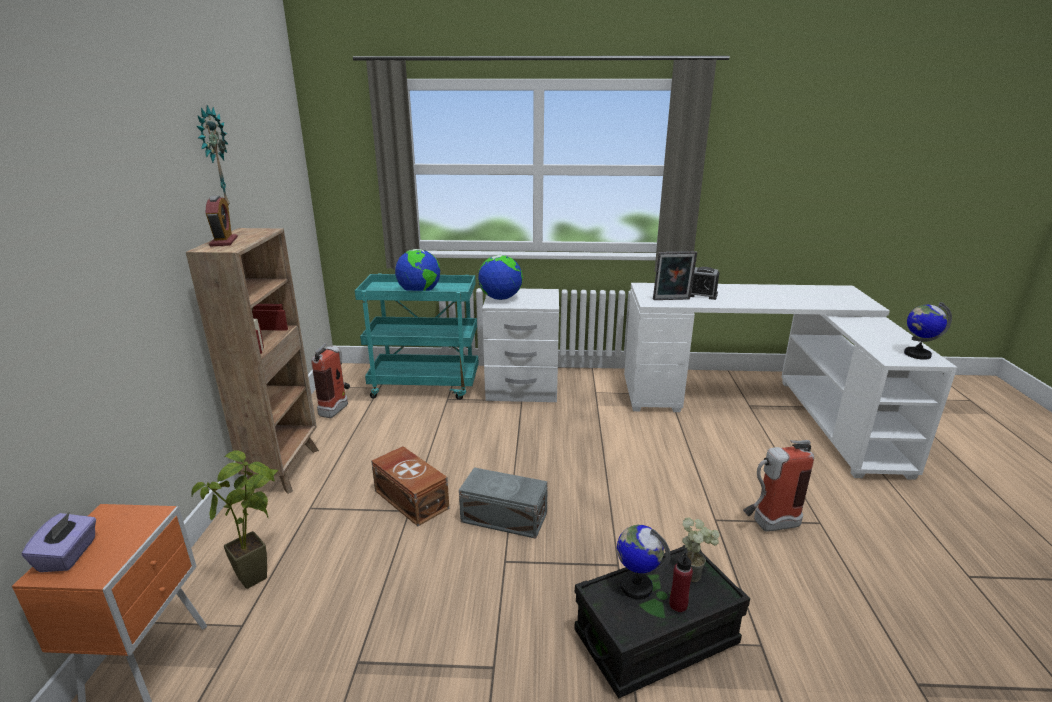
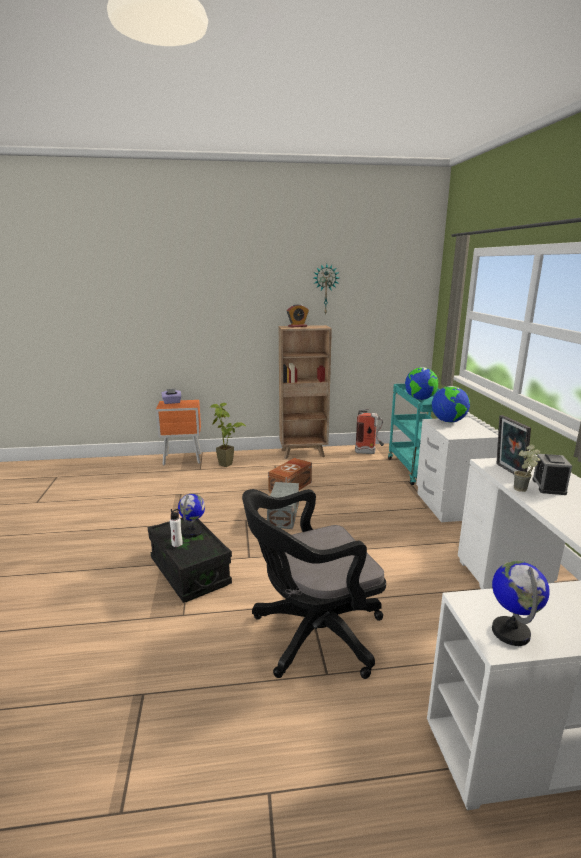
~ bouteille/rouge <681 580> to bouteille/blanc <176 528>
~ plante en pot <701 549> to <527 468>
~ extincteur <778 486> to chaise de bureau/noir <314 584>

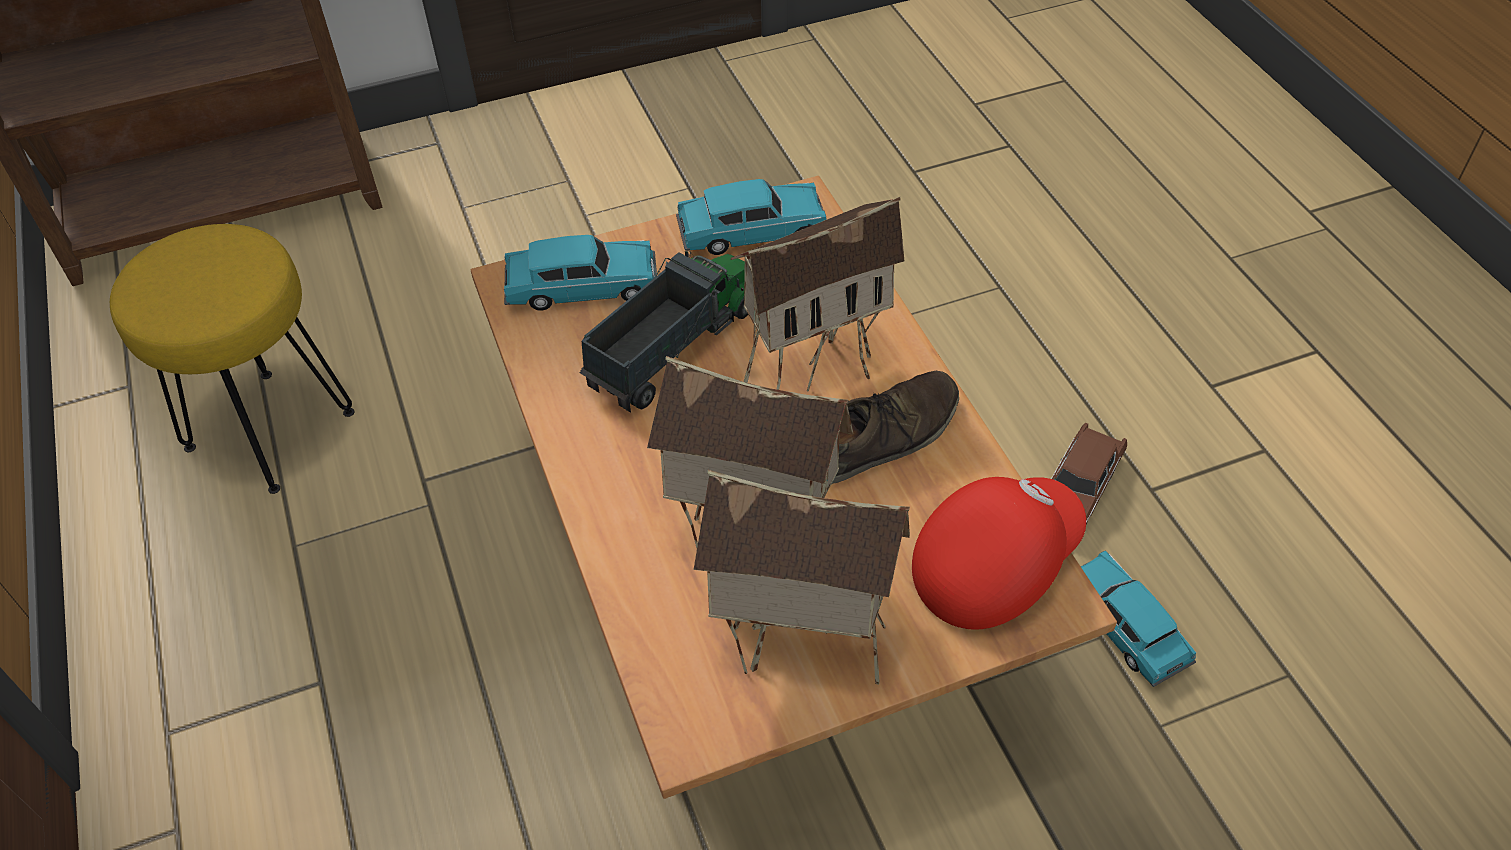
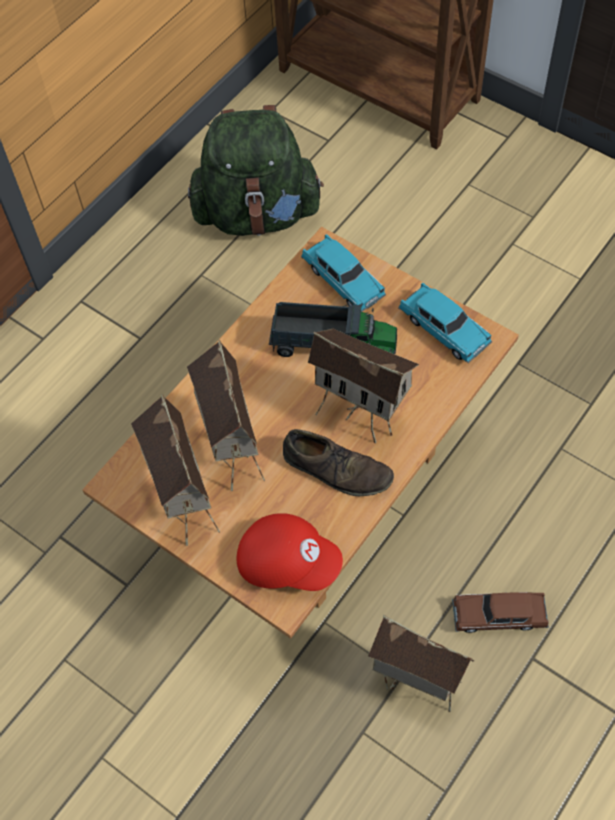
~ tabouret/jaune <232 359> to sac à dos/vert <256 170>
~ petite voiture/turquoise <1138 619> to maison miniature <421 663>

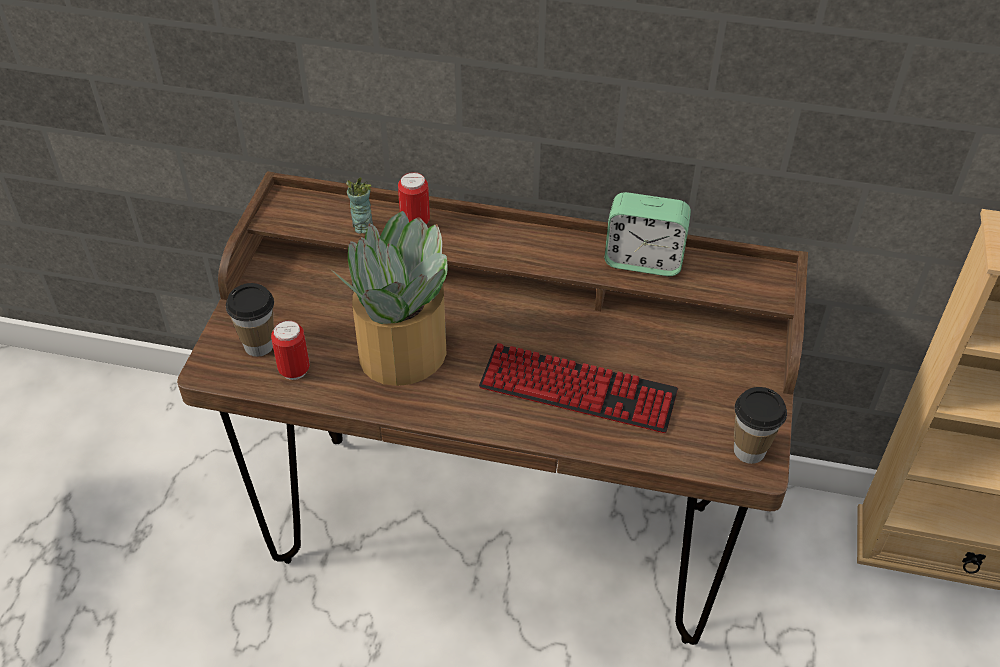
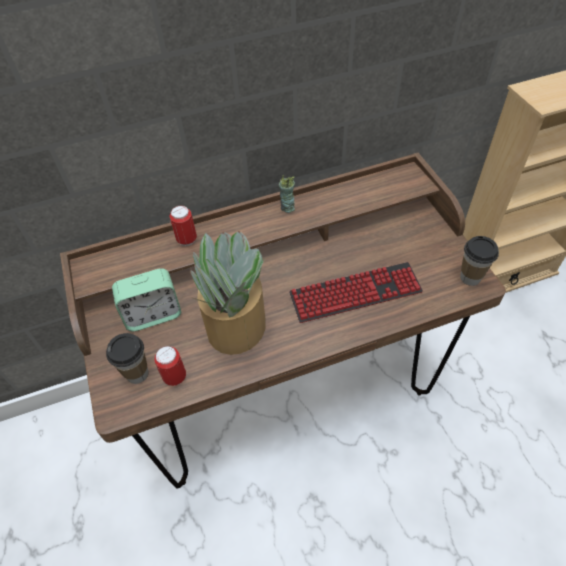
~ tasse <359 205> to <287 194>
~ réveil <648 234> to <146 299>

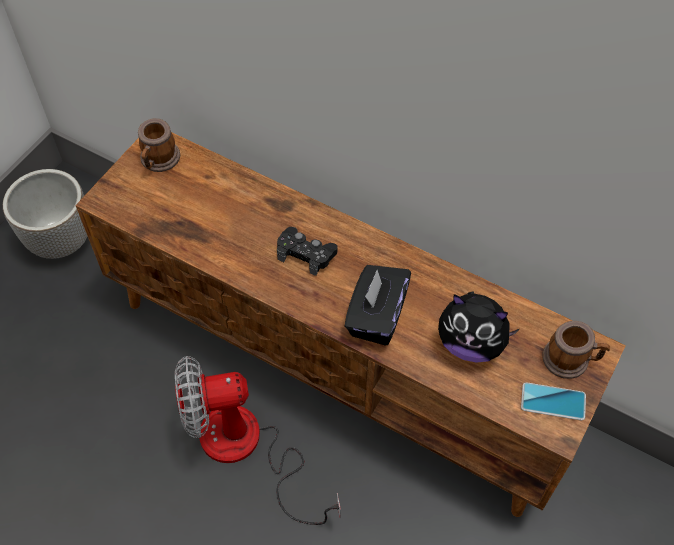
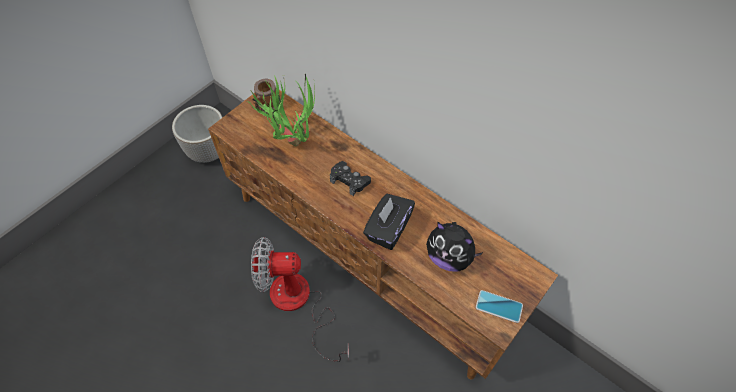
- mug <576 350>
+ plante en pot <281 110>

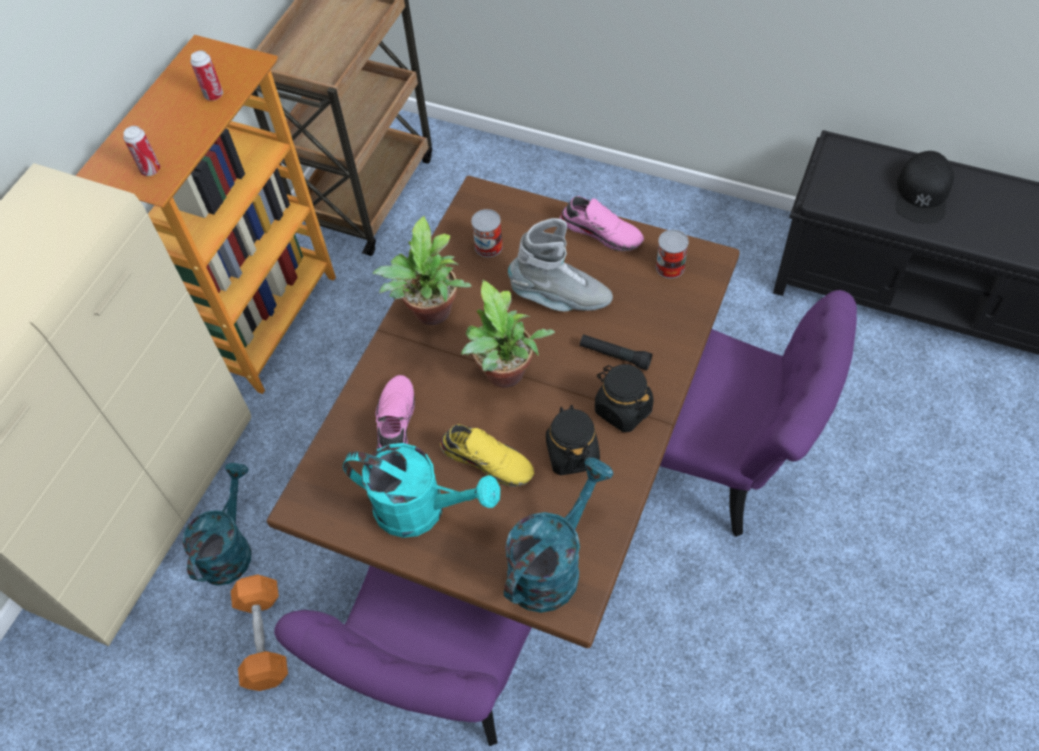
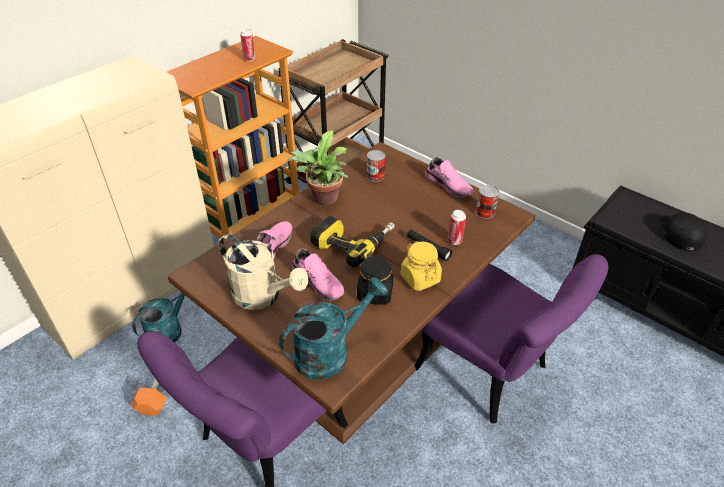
~ boîte métallique <141 151> to <457 227>
~ arrosoir/turquoise <421 490> to arrosoir/beige <263 272>
~ chaussure/jaune <487 455> to chaussure/rose <318 274>
~ plante en pot <508 334> to perceuse <352 241>
- botte/gris <560 265>
~ bocal/noir <624 398> to bocal/jaune <421 266>
~ casquette/noir <924 187> = <683 232> 150 degrees clockwise

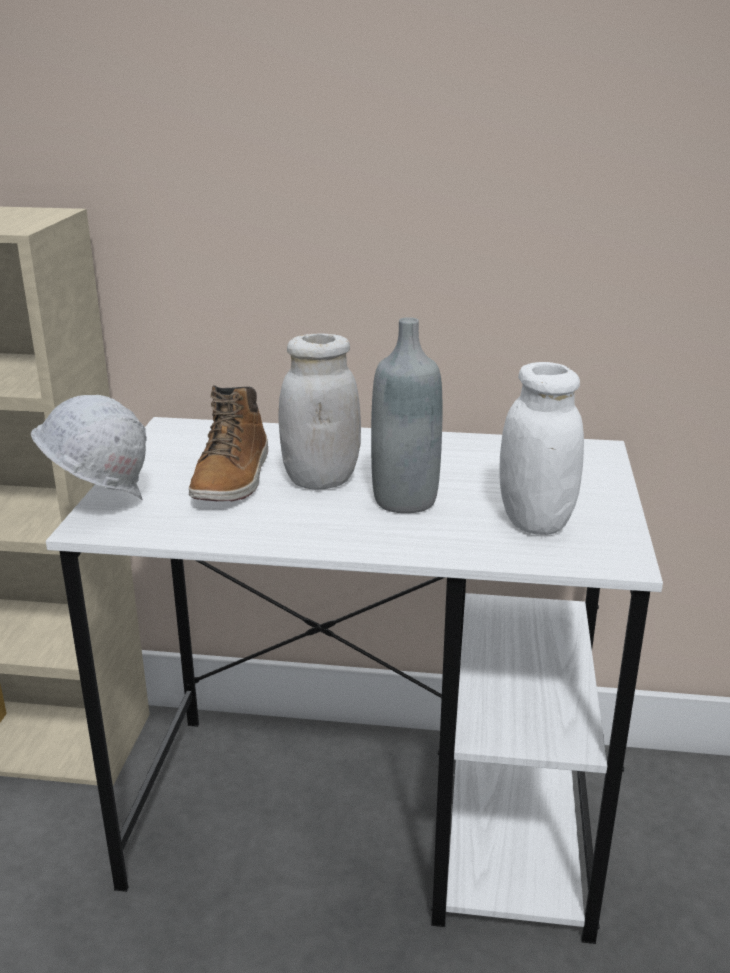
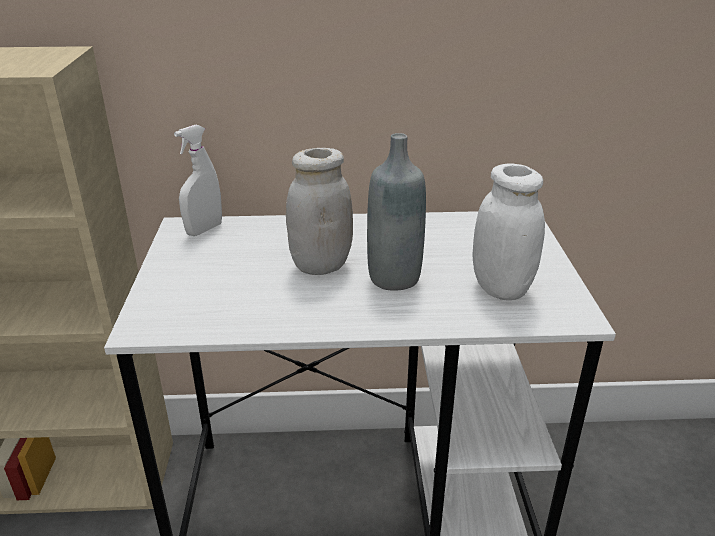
- casque de chantier/blanc <89 447>
- botte <228 443>
+ vaporisateur/blanc <198 180>

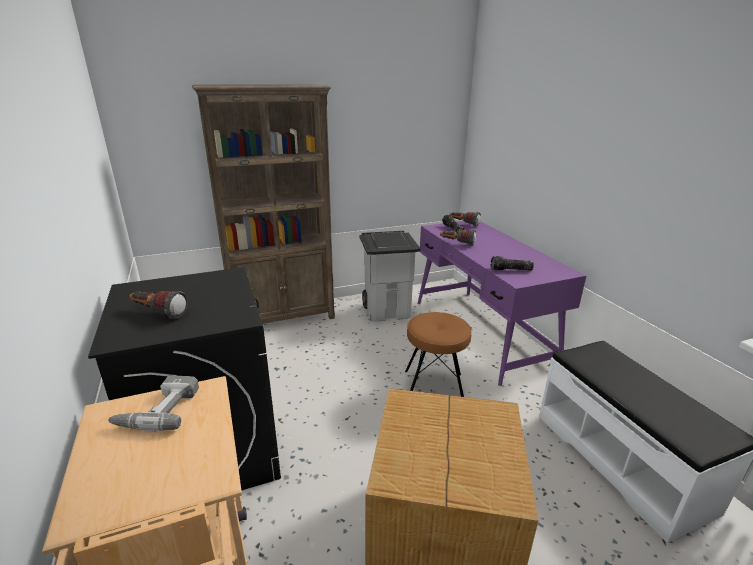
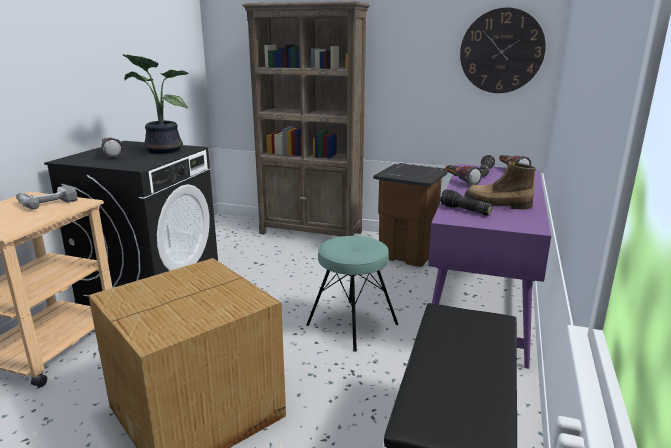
~ poubelle/gris <390 276> to poubelle/marron <410 215>
~ tabouret/marron <438 354> to tabouret/turquoise <352 294>
+ plante en pot <156 104>
+ horloge murale <503 50>
+ botte <500 185>

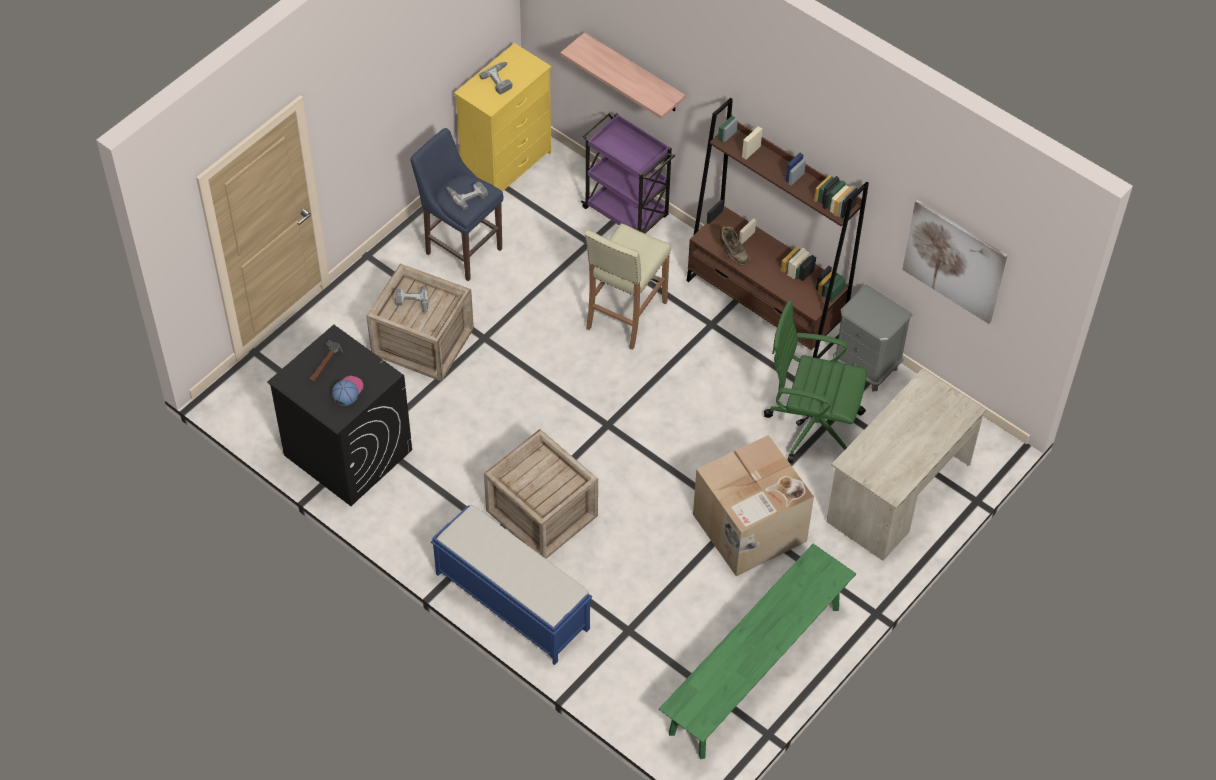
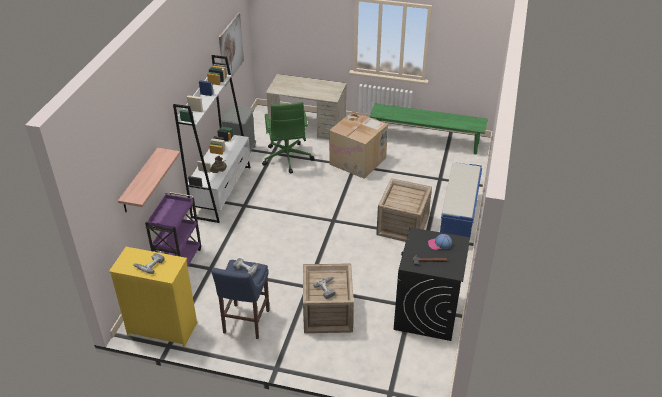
- tabouret/beige <628 286>
~ bibliothèque/marron <777 228> to bibliothèque/blanc <211 139>

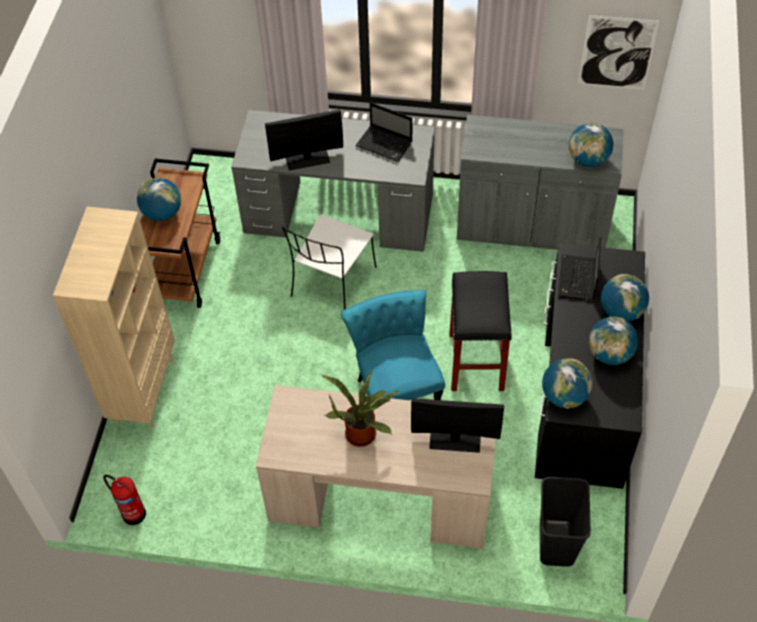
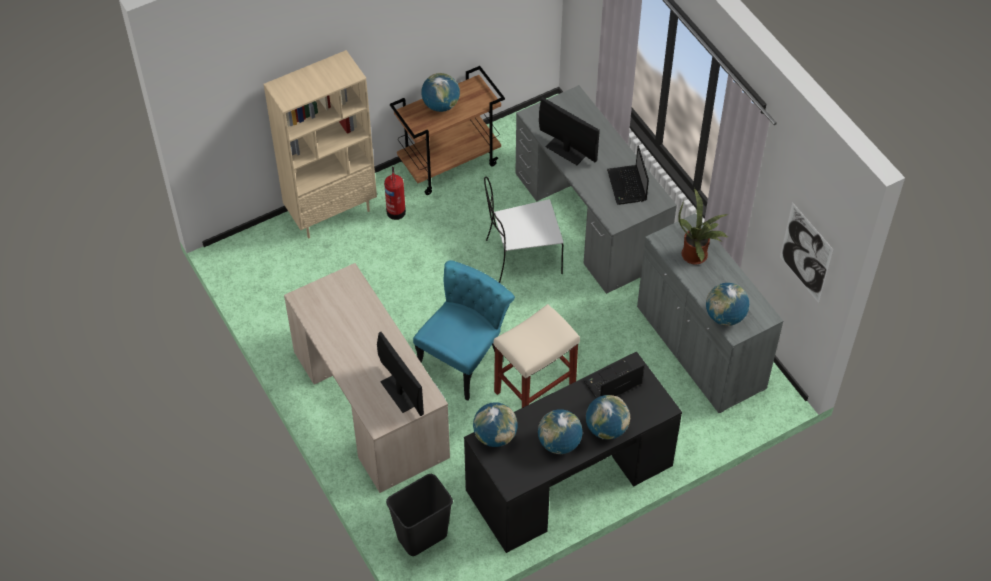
~ extincteur <124 500> to <395 193>
~ plante en pot <360 409> to <703 226>
~ tabouret/noir <480 331> to tabouret/beige <536 356>

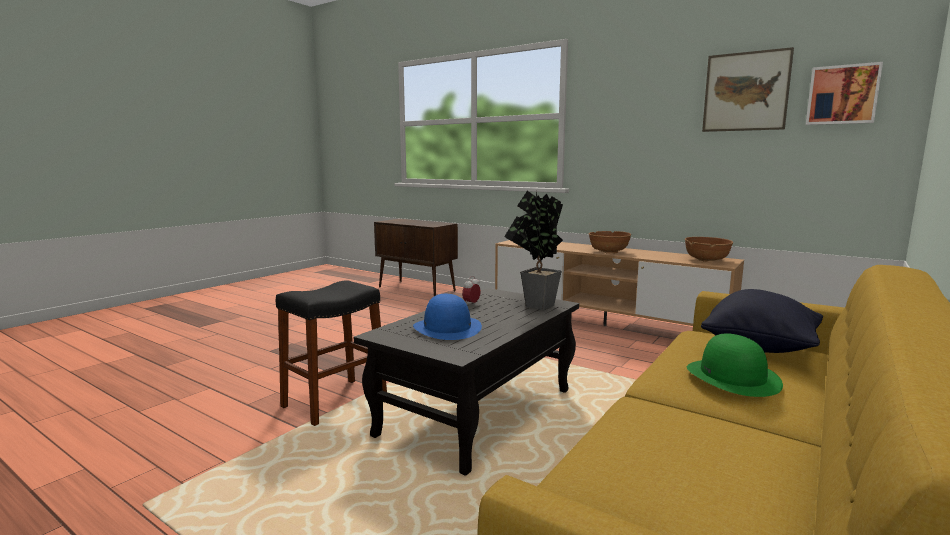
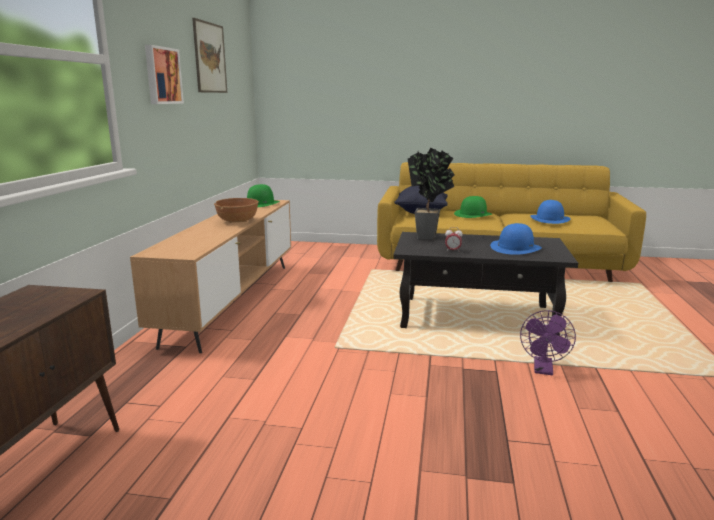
~ tabouret/noir <331 353> to ventilateur/violet <548 342>
~ bol/marron <709 249> to chapeau/vert <263 195>
~ tableau <844 93> to <164 74>
+ chapeau/bleu <550 212>

